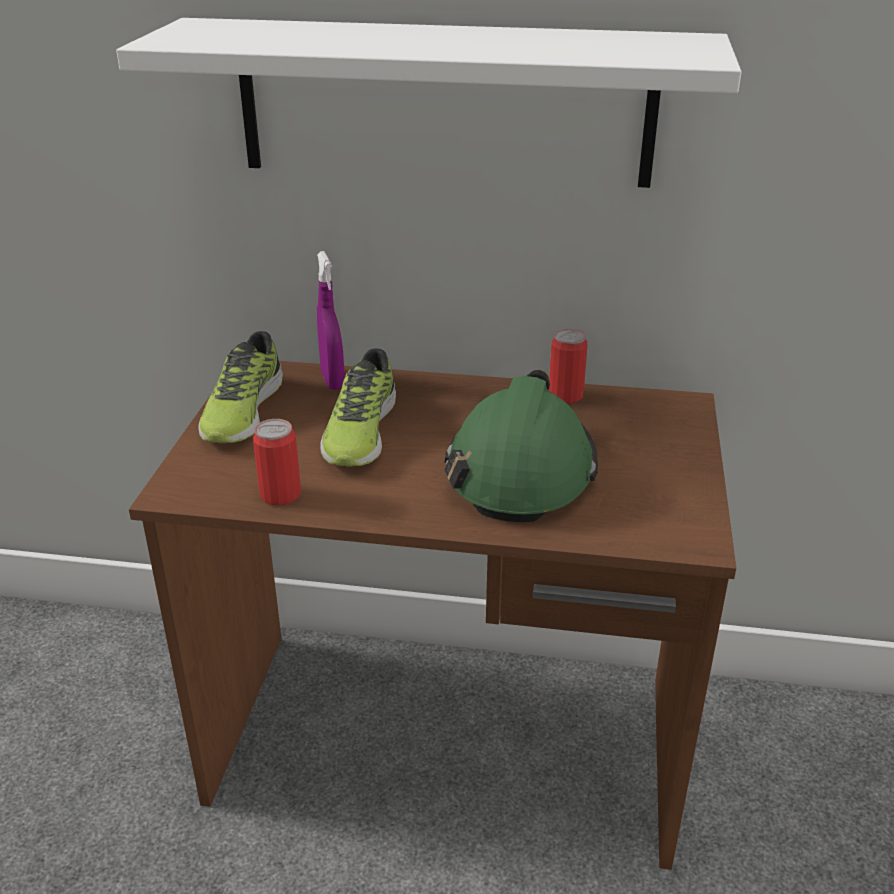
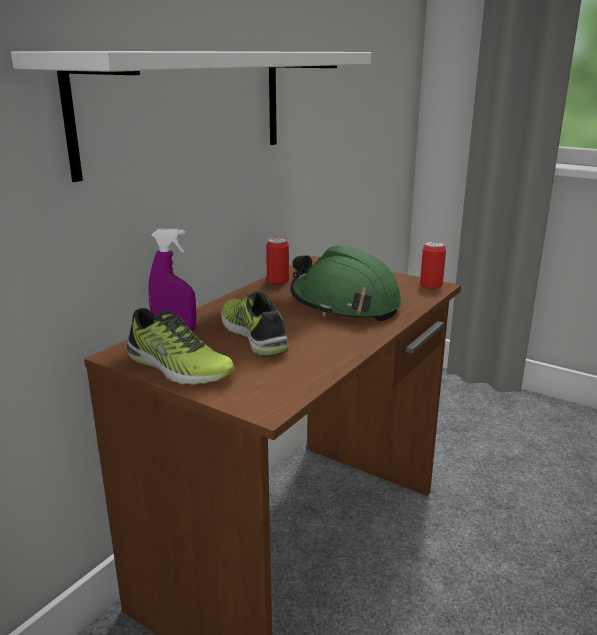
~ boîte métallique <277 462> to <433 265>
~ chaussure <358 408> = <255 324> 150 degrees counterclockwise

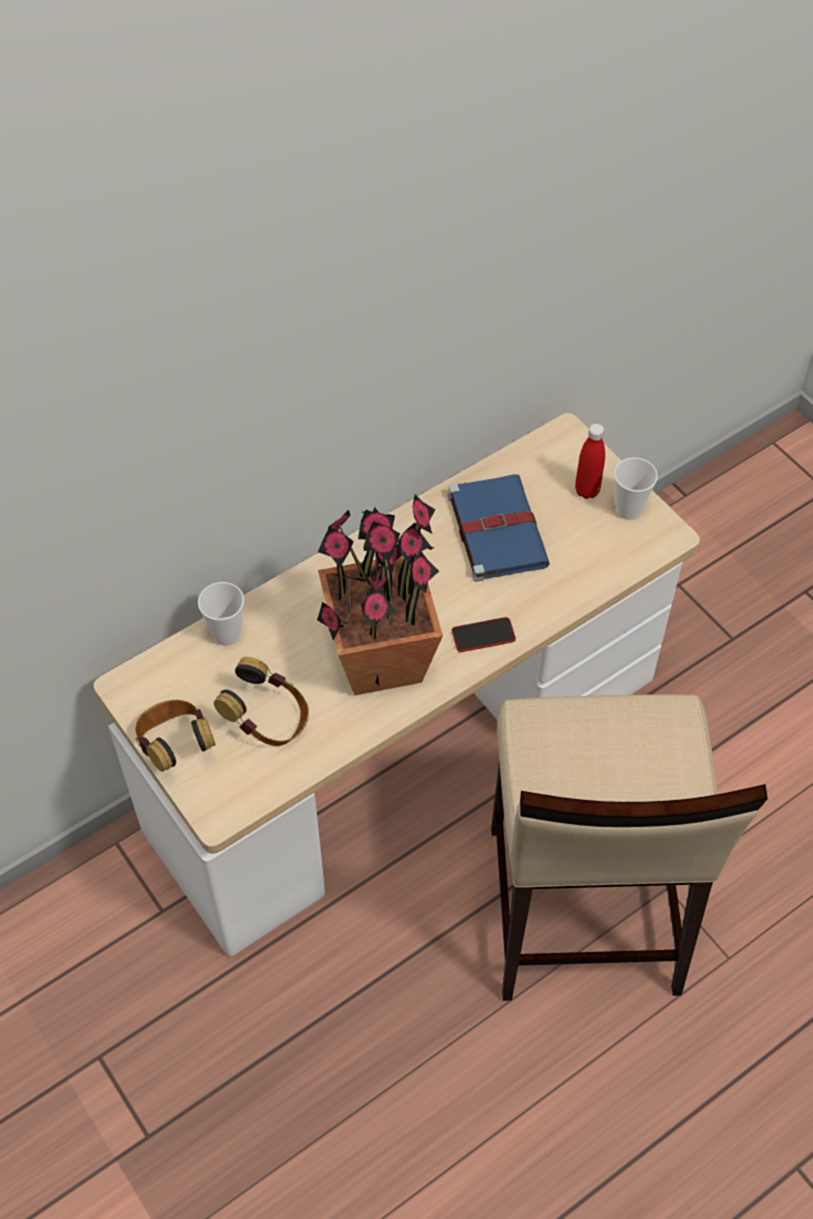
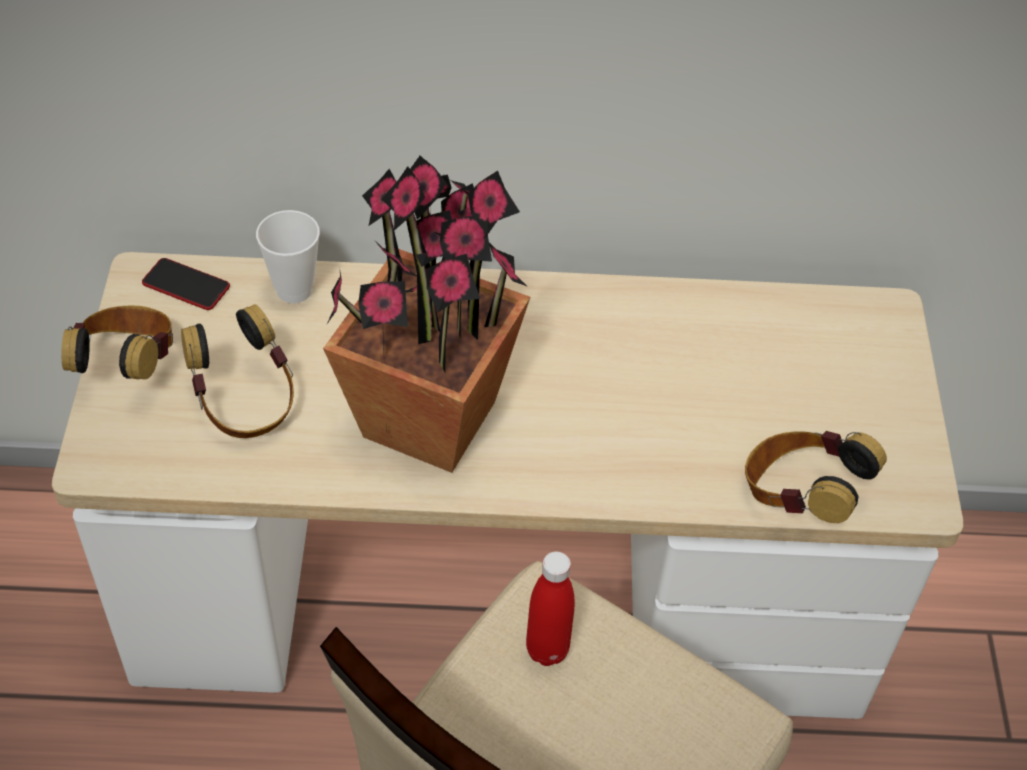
- livre/bleu <499 528>
~ téléphone <484 634> to <186 284>
~ bouteille/rouge <590 461> to <550 608>
- tasse <636 488>
+ casque audio <816 477>

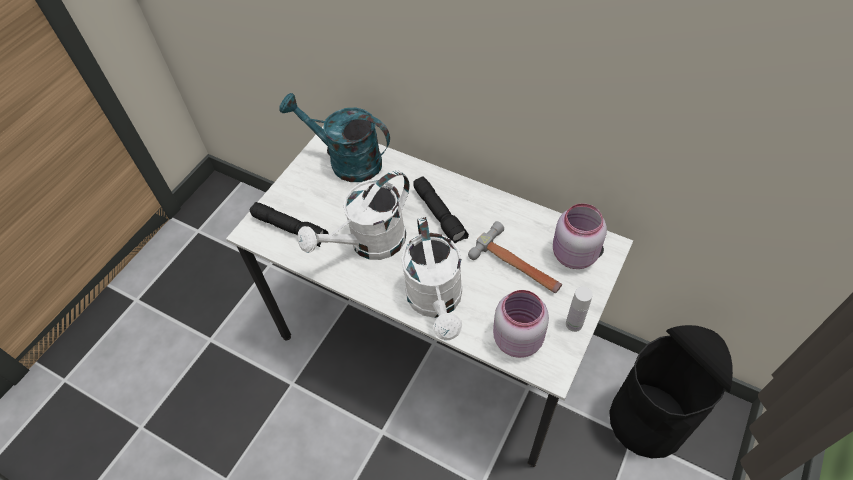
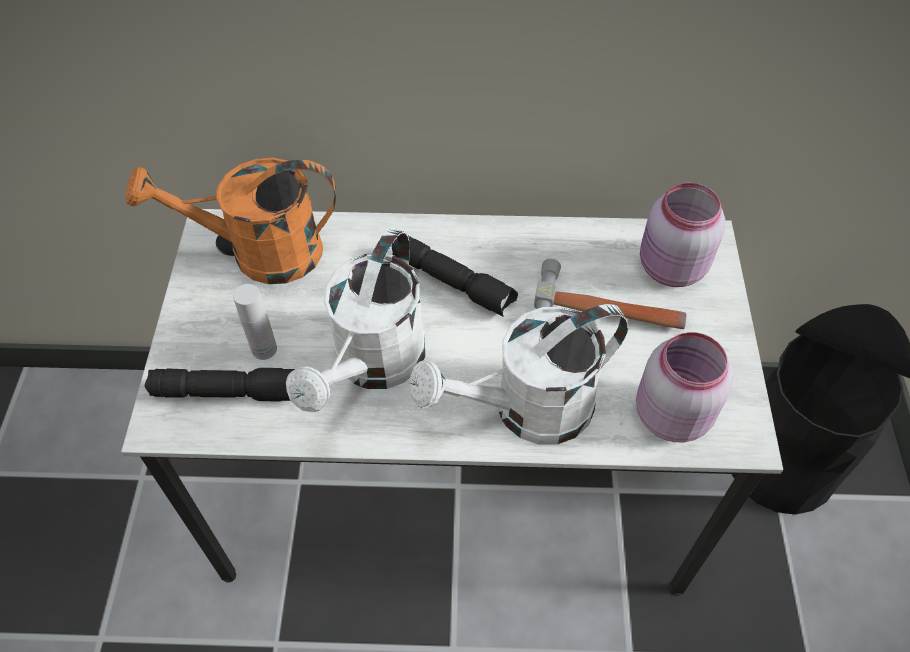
~ arrosoir/turquoise <334 137> to arrosoir/orange <230 221>
~ arrosoir/blanc <431 278> = <518 374> 105 degrees clockwise
~ bouteille/blanc <579 309> to <255 322>

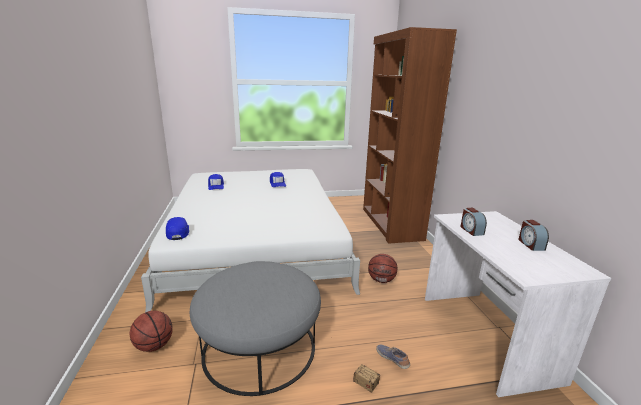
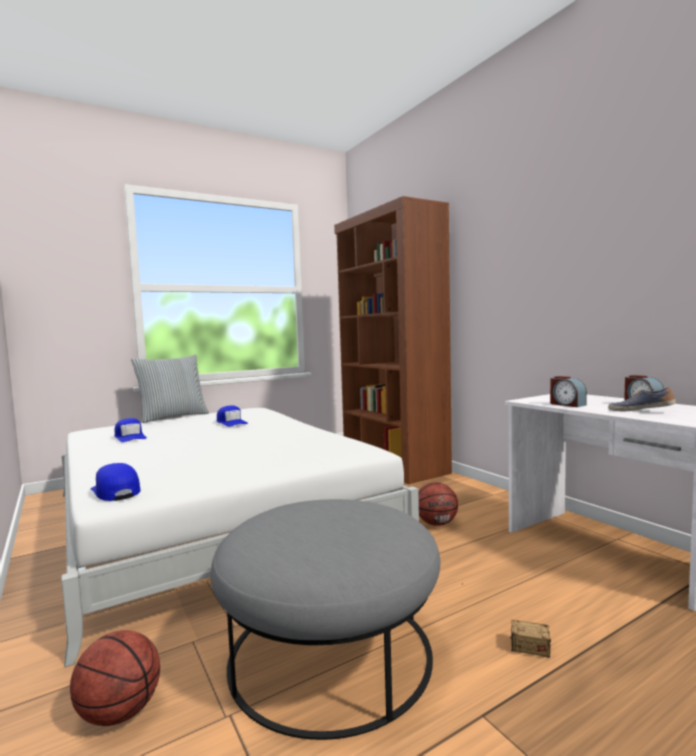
~ chaussure <393 357> to <642 399>
+ coussin <170 388>

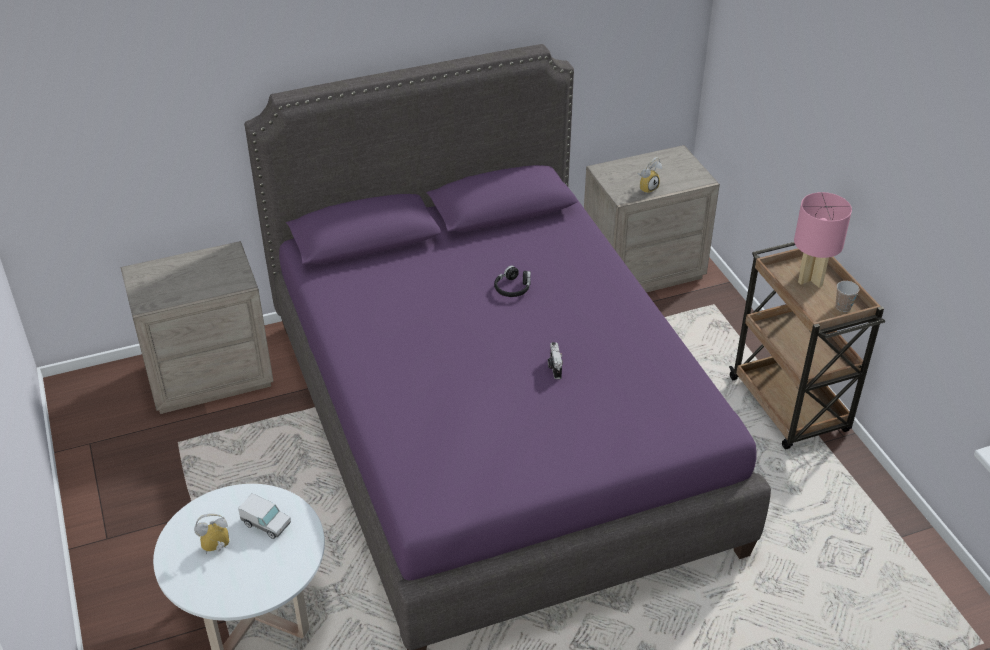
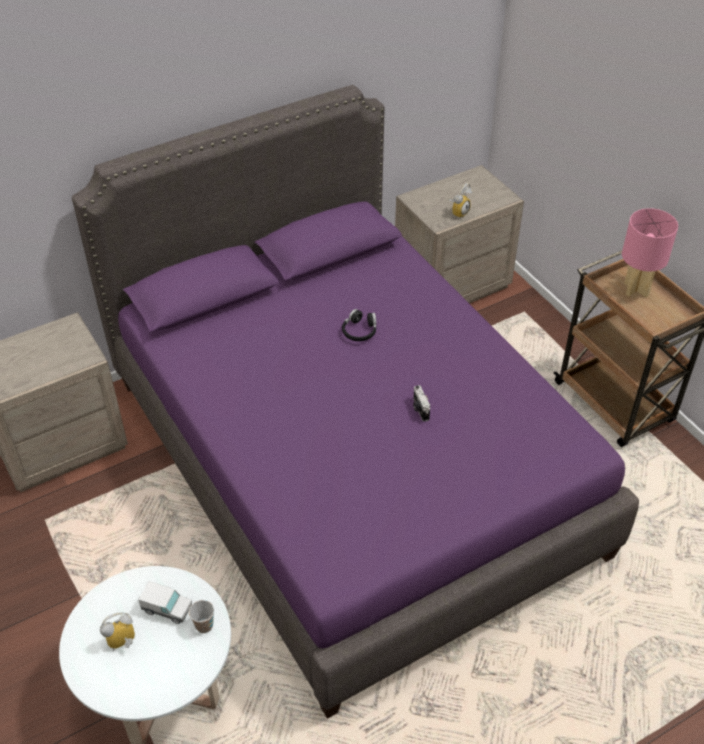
~ tasse <847 296> to <201 616>

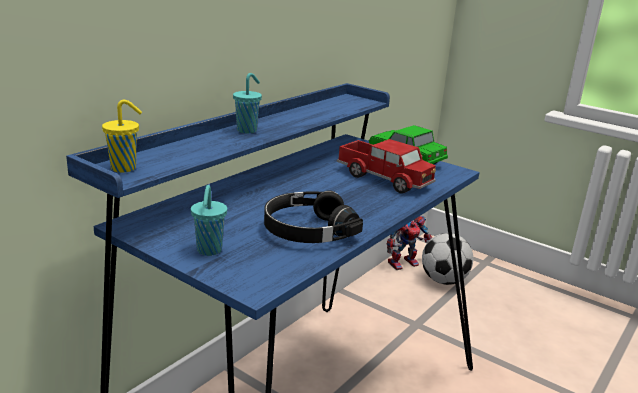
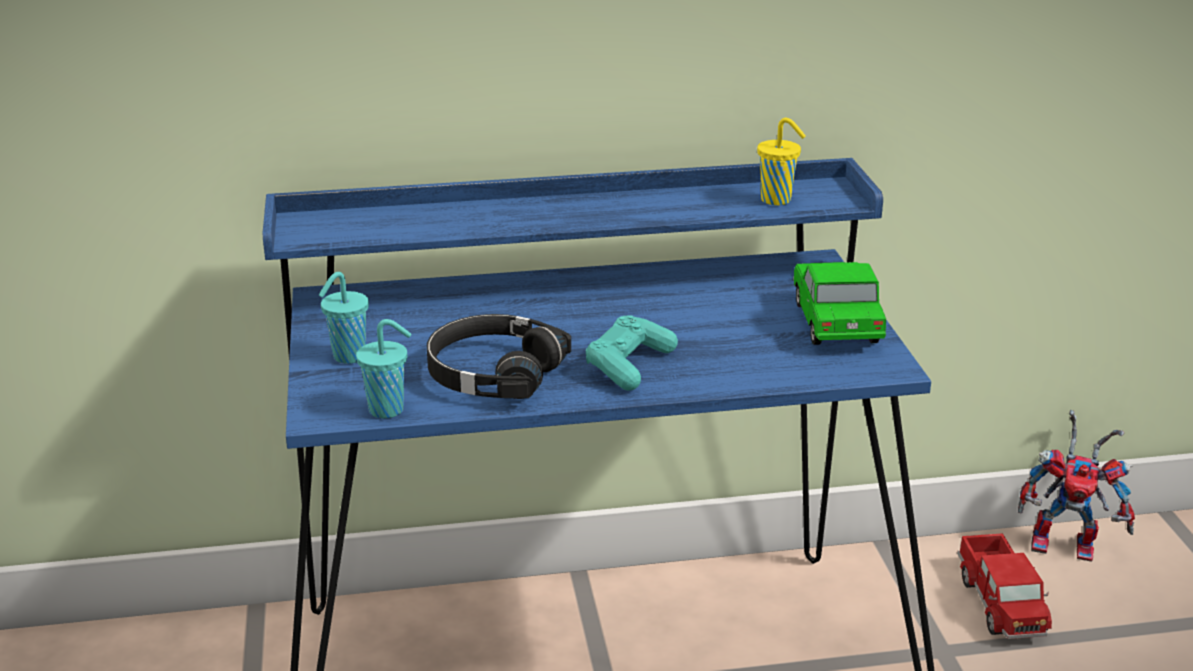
~ tasse/jaune <122 136> to <781 161>
~ tasse/turquoise <247 103> to <383 368>
~ camion jouet <386 166> to <1004 586>
- ballon de foot <447 259>
+ manette/turquoise <632 353>

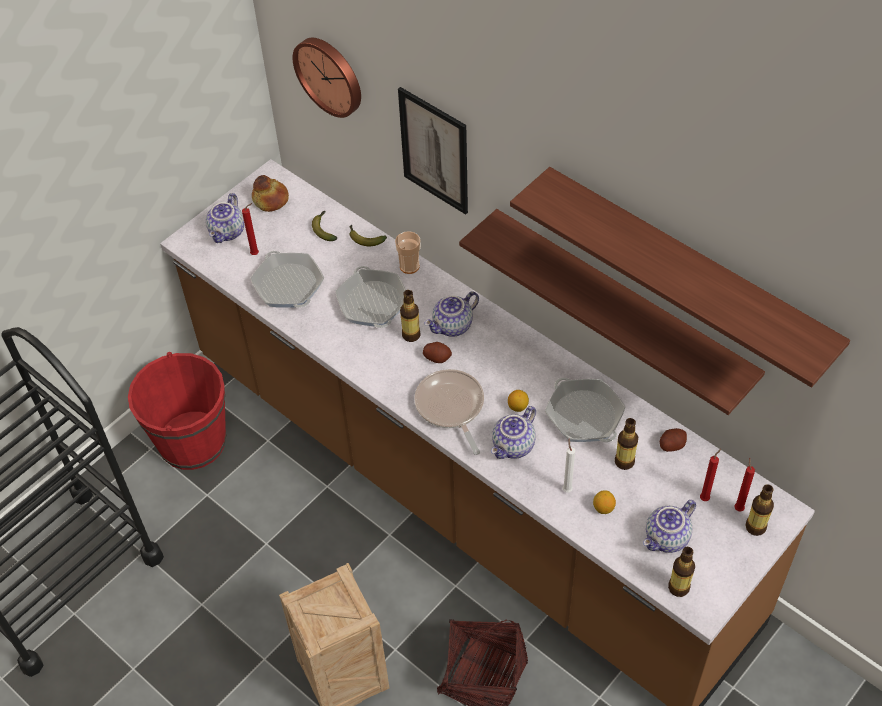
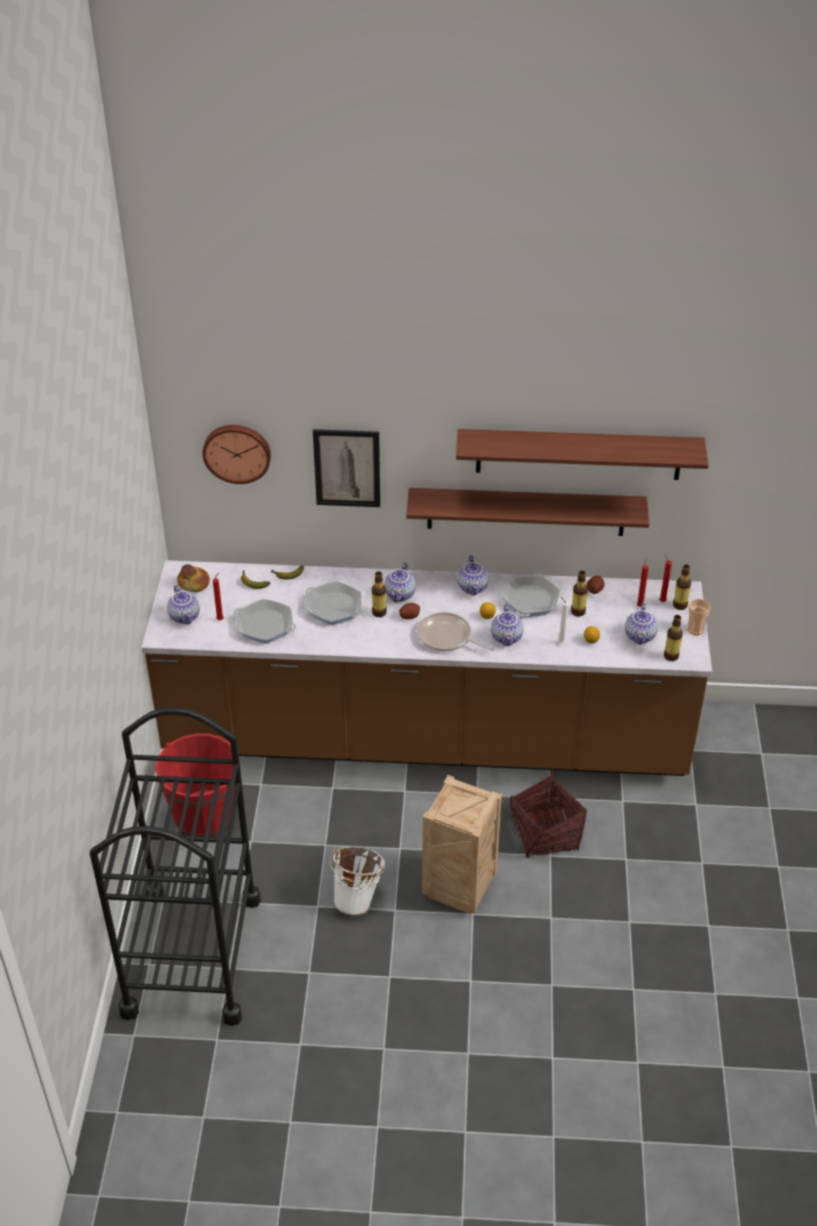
~ tasse <408 252> to <698 617>
~ poêle <585 410> = <531 595> 90 degrees counterclockwise
+ seau/blanc <358 880>
+ théière <473 575>

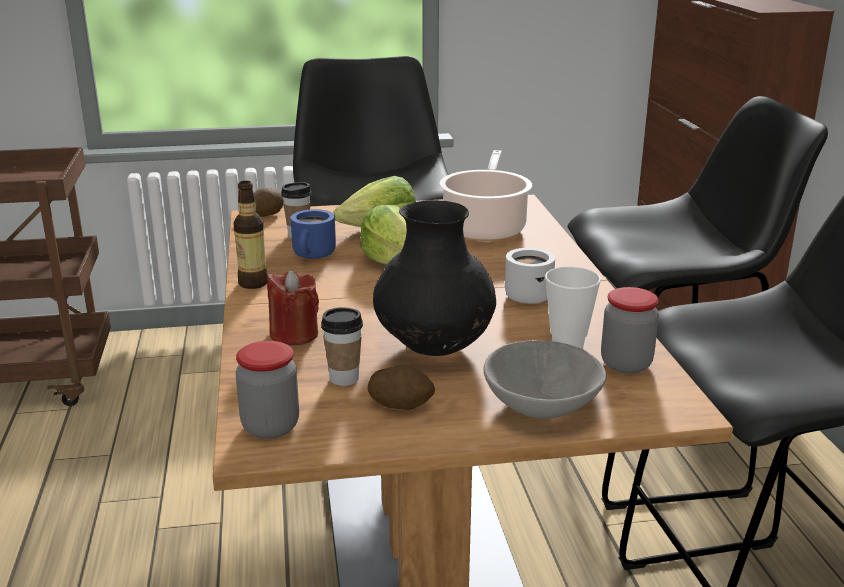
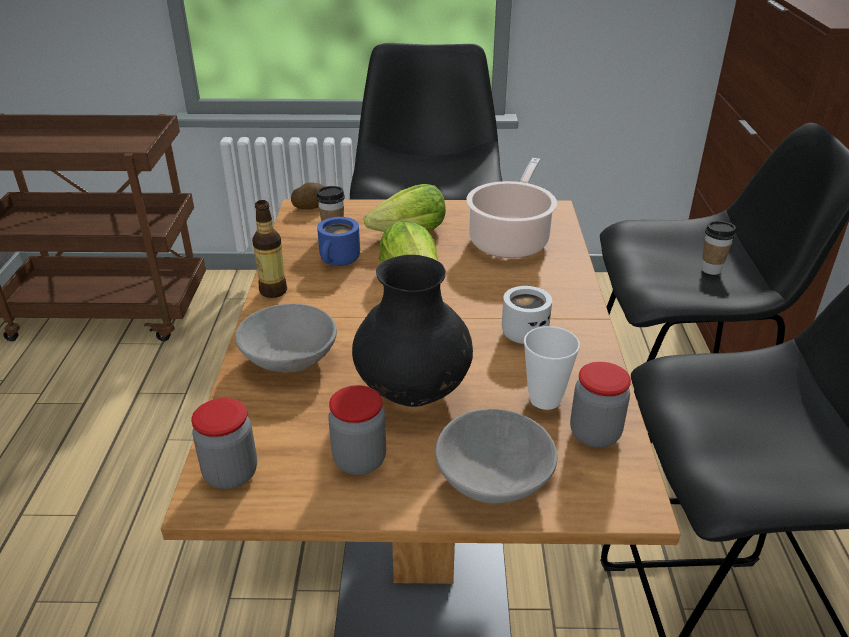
~ bougie/rouge <293 307> to bol/gris <286 338>
~ tasse <342 346> to <718 248>
~ pomme de terre <401 387> to bocal <357 430>

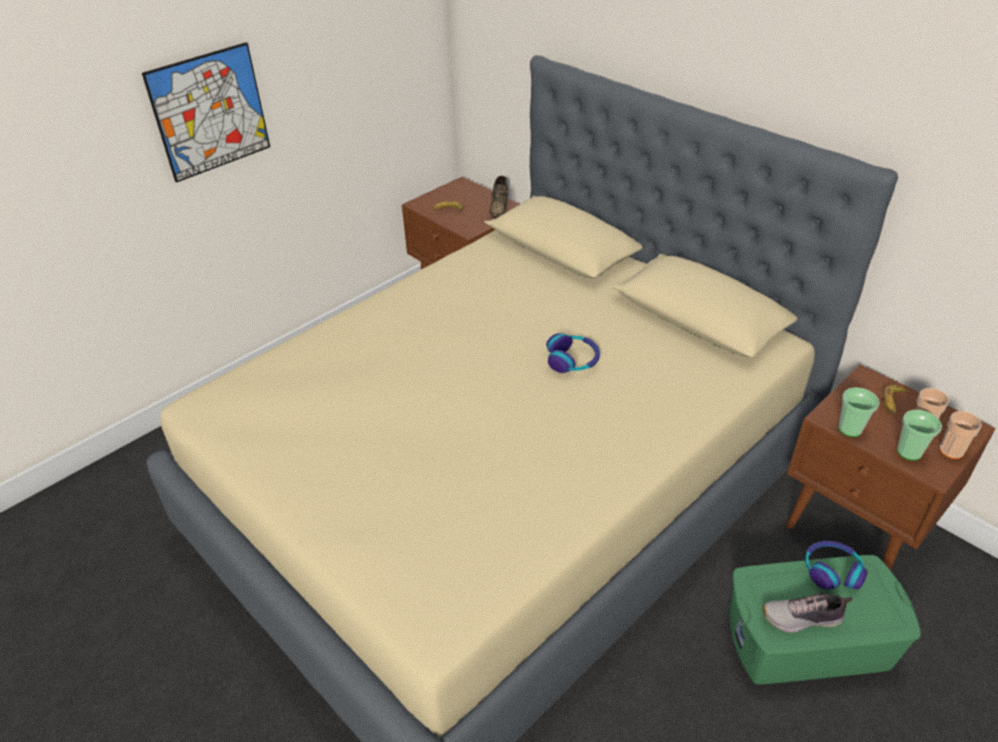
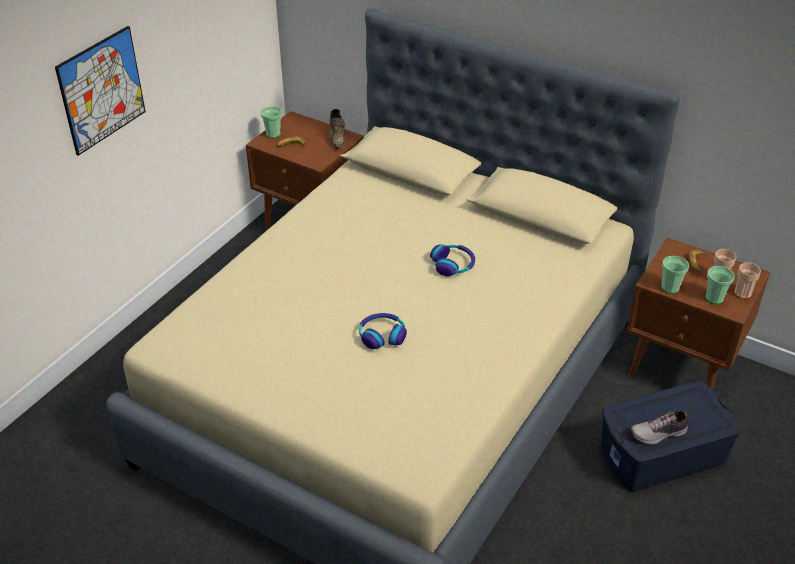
~ boîte de rangement/vert <825 620> to boîte de rangement/bleu <671 436>
~ casque audio <836 565> to <383 331>
+ tasse <271 122>

